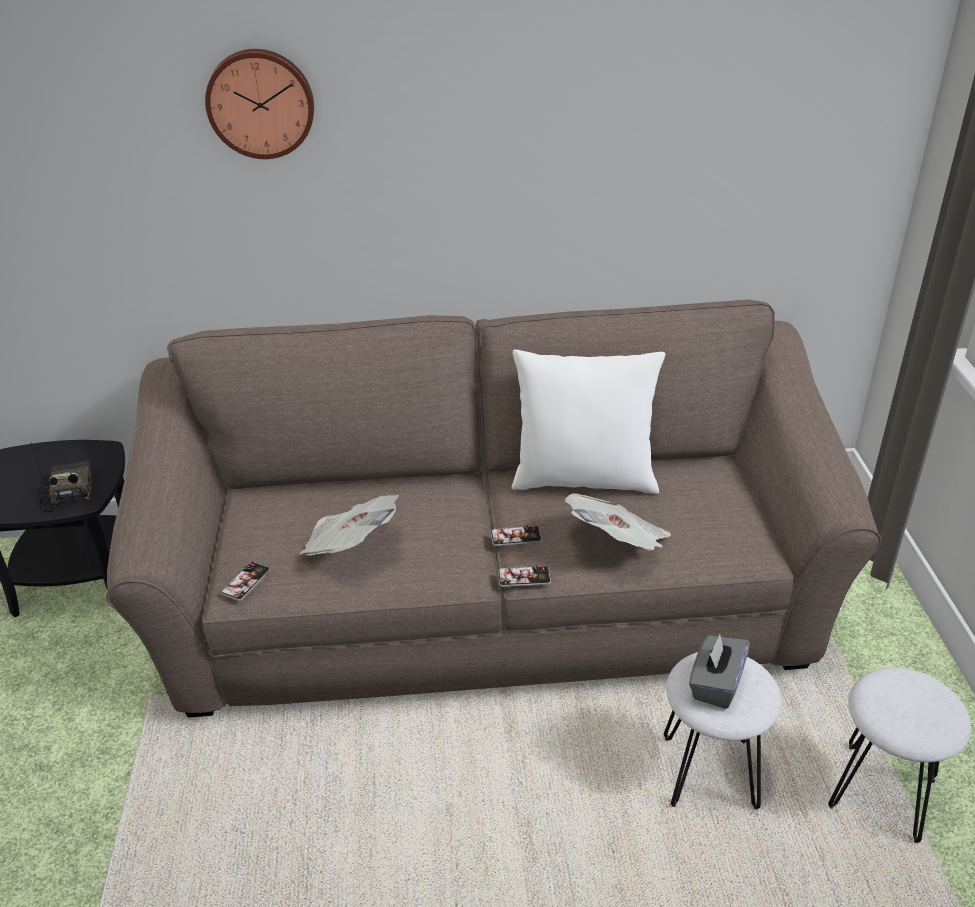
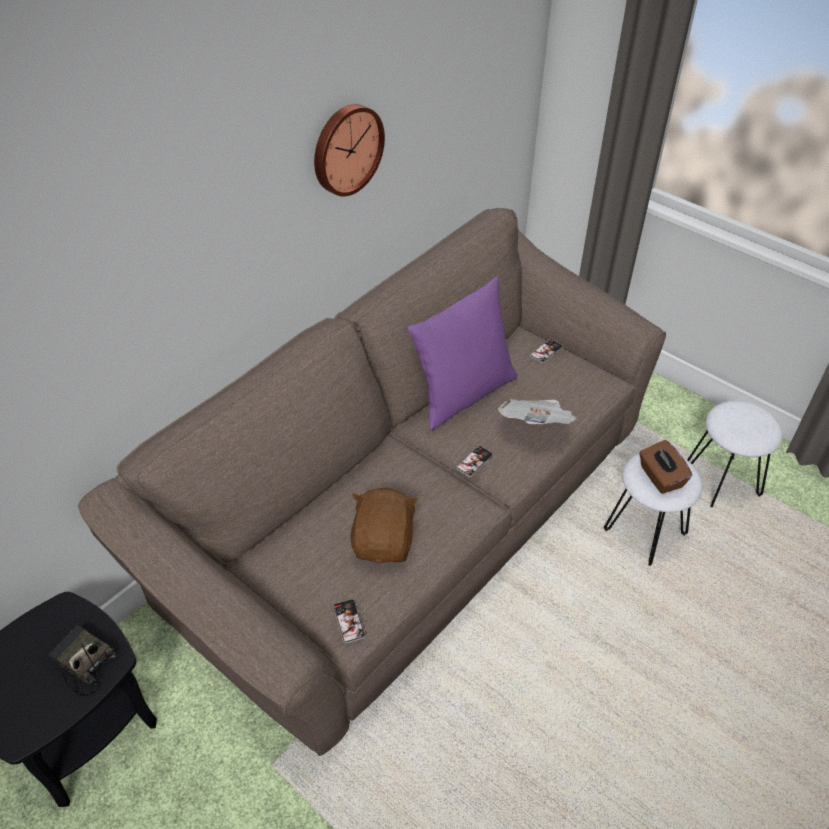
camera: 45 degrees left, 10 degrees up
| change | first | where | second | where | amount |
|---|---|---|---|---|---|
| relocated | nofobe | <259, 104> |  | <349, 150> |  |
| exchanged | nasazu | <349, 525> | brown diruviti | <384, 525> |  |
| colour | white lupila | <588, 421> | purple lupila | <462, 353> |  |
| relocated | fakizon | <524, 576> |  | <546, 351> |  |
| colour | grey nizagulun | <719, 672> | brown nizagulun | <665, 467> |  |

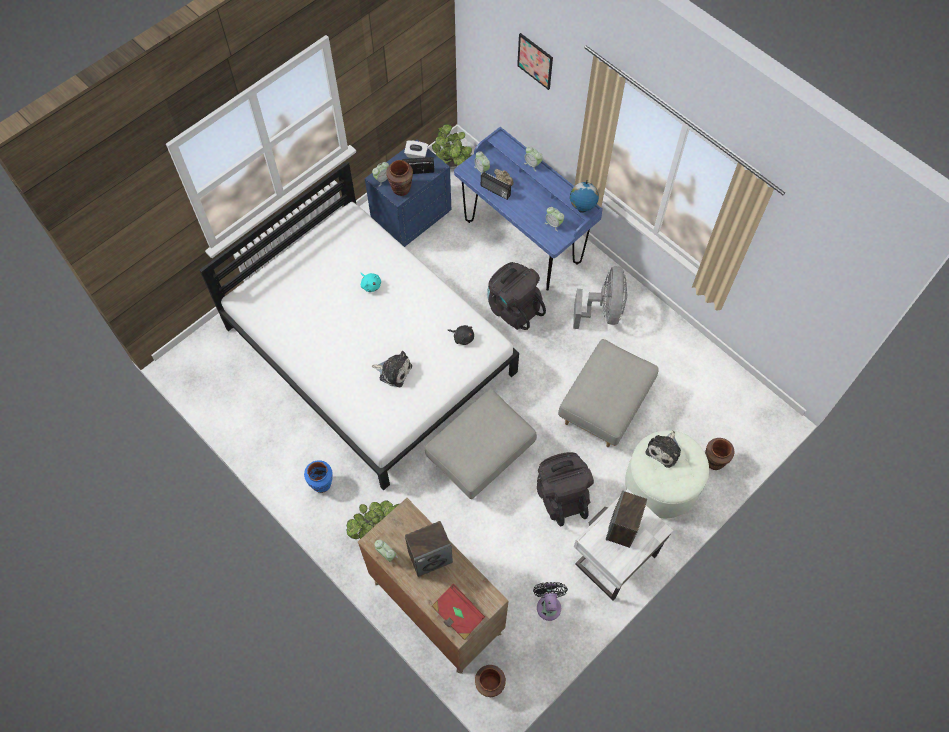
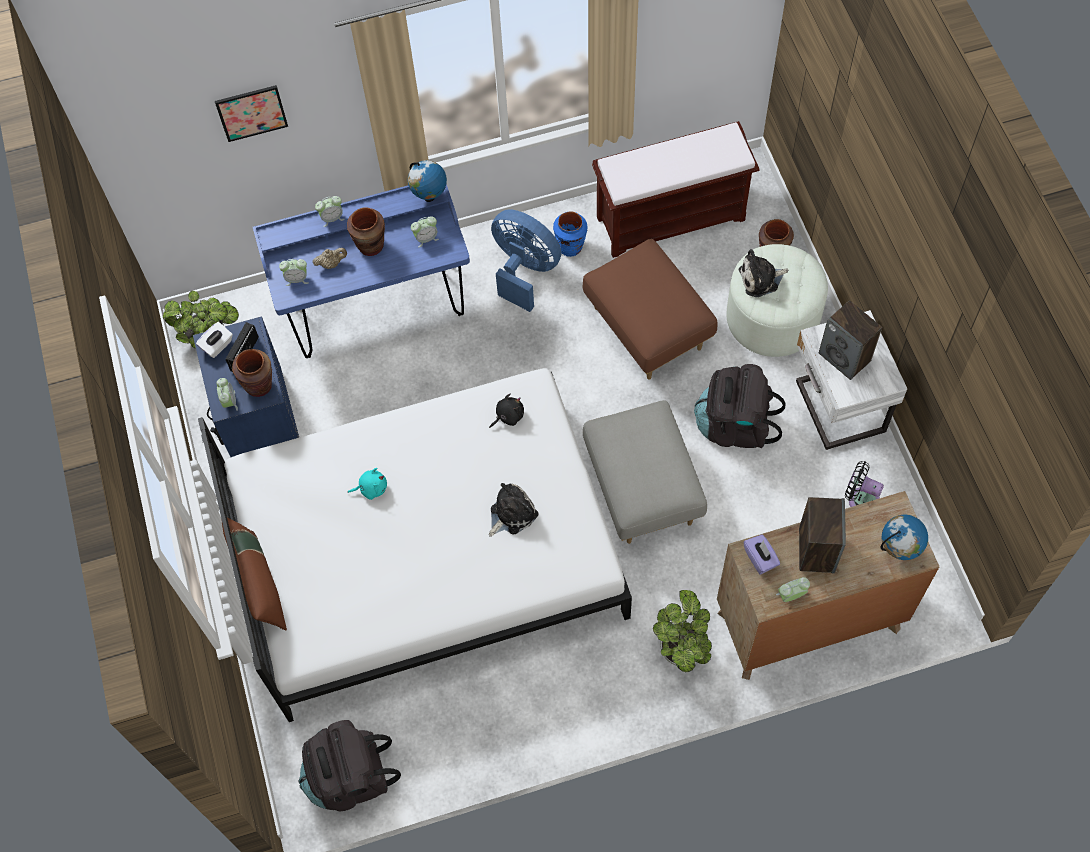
camera: 60 degrees left, 0 degrees up
| change | first | where | second | where | amount |
|---|---|---|---|---|---|
| appeared |  |  | brown lupila | <254, 573> |  |
| relocated | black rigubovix | <516, 296> |  | <350, 765> |  |
| relocated | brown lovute | <490, 681> |  | <366, 231> |  |
| colour | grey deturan | <600, 297> | blue deturan | <526, 261> |  |
| relocated | blue lovute | <318, 476> |  | <570, 234> |  |
| colour | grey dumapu | <608, 393> | brown dumapu | <650, 309> |  |
| appeared |  |  | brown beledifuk | <676, 189> |  |
| spun | diruviti | <663, 449> |  | <763, 273> | 105 degrees clockwise |
| appeared |  |  | purple nizagulun | <761, 554> |  |
| exchanged | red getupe | <458, 612> | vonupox | <904, 537> |  |
| missing | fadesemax | <496, 185> |  |  |  |

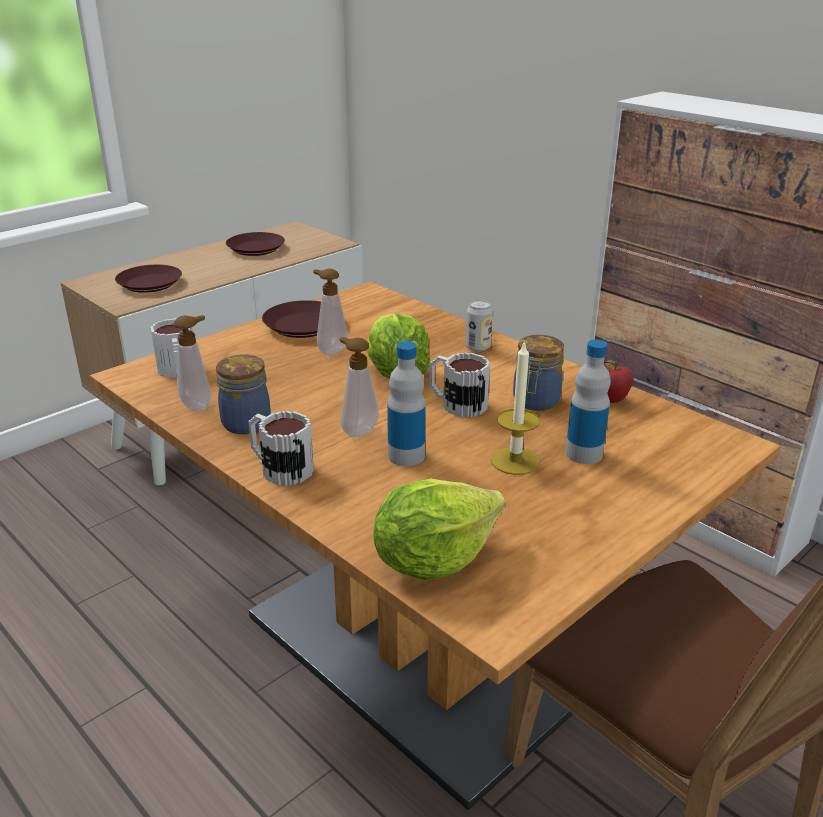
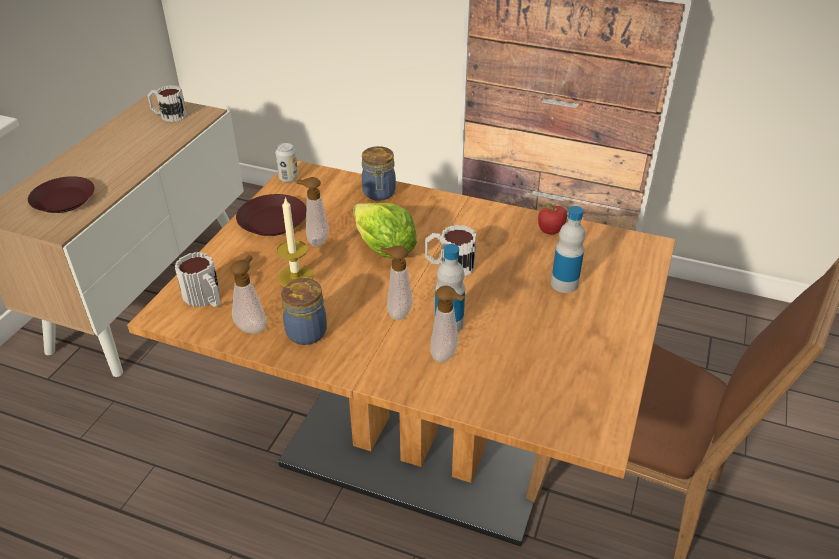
camera: 25 degrees left, 10 degrees up
| change | first | where | second | where | amount |
|---|---|---|---|---|---|
| relocated | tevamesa | <281, 448> |  | <167, 103> |  |
| relocated | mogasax | <479, 326> |  | <286, 162> |  |
| relocated | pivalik | <515, 407> |  | <295, 241> |  |
| relocated | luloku | <538, 373> |  | <379, 173> |  |
| appeared |  |  | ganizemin | <447, 324> |  |
| missing | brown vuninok | <255, 244> |  |  |  |
| missing | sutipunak | <439, 529> |  |  |  |

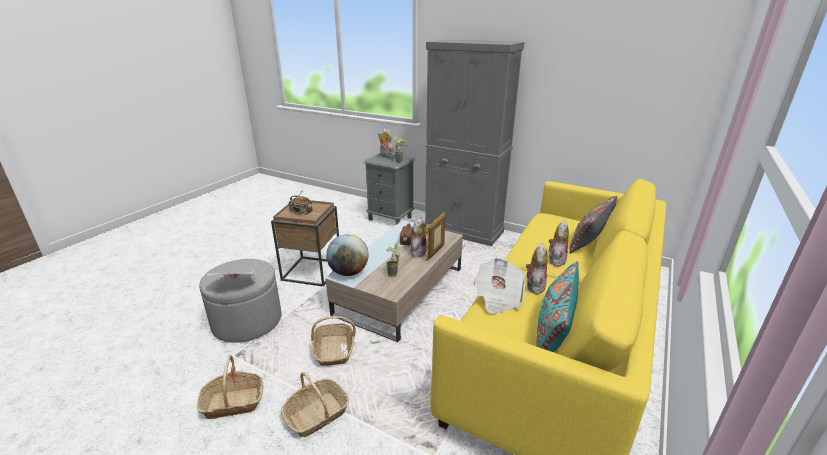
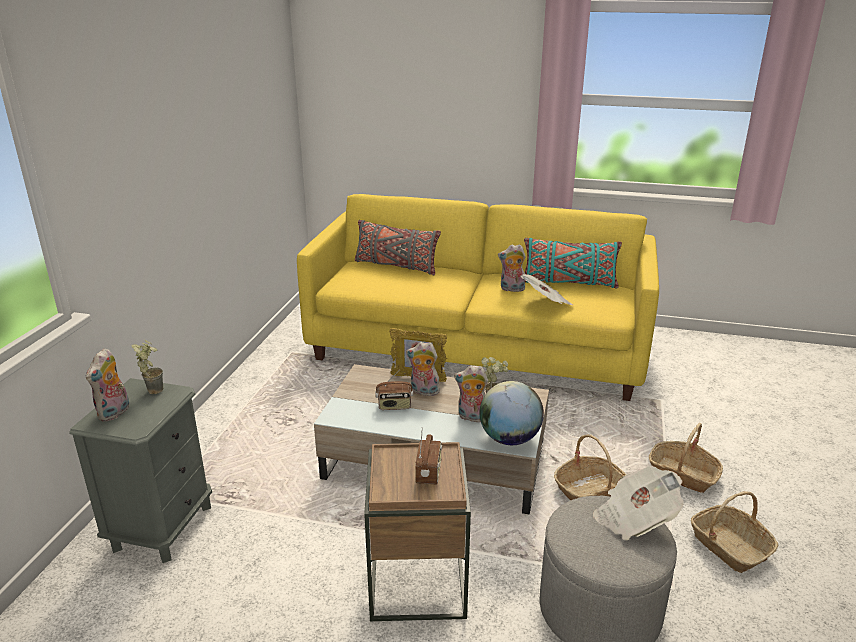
camera: 105 degrees left, 0 degrees up
| change | first | where | second | where | amount |
|---|---|---|---|---|---|
| relocated | diruviti | <559, 243> |  | <471, 393> |  |
| missing | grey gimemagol | <474, 142> |  |  |  |

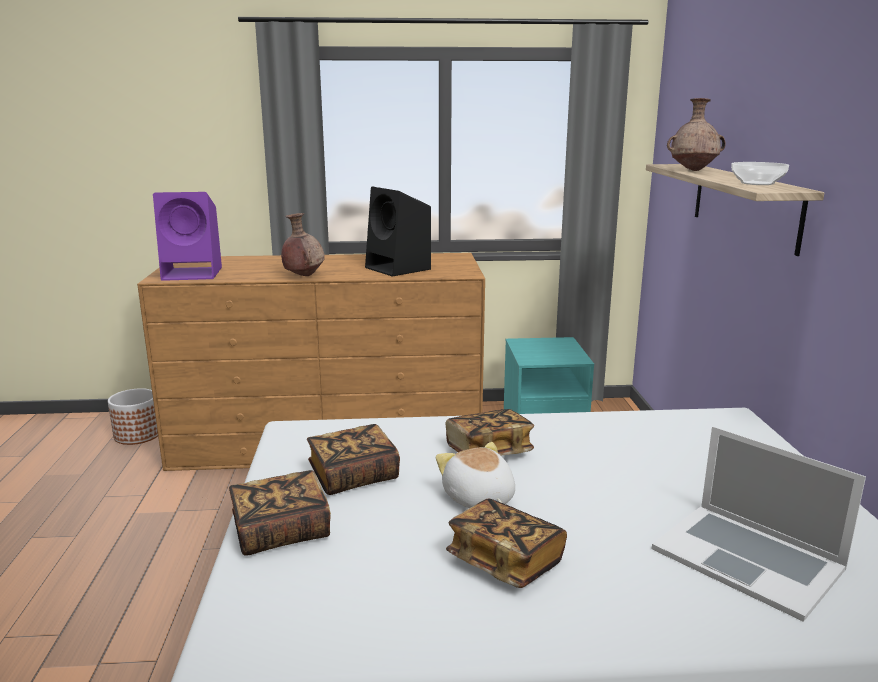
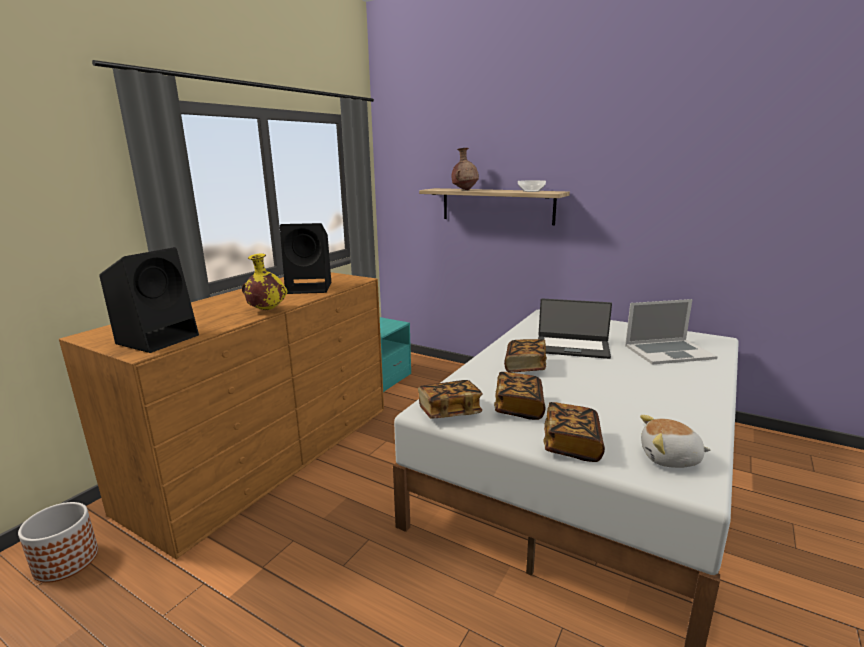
camera: 55 degrees left, 0 degrees up
| change | first | where | second | where | amount |
|---|---|---|---|---|---|
| colour | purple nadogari | <187, 236> | black nadogari | <149, 300> |  |
| colour | brown lovute | <303, 244> | yellow lovute | <265, 281> |  |
| relocated | getupe | <506, 543> |  | <450, 399> |  |
| appeared |  |  | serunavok | <575, 329> |  |
| relocated | diruviti | <475, 475> |  | <675, 441> |  |

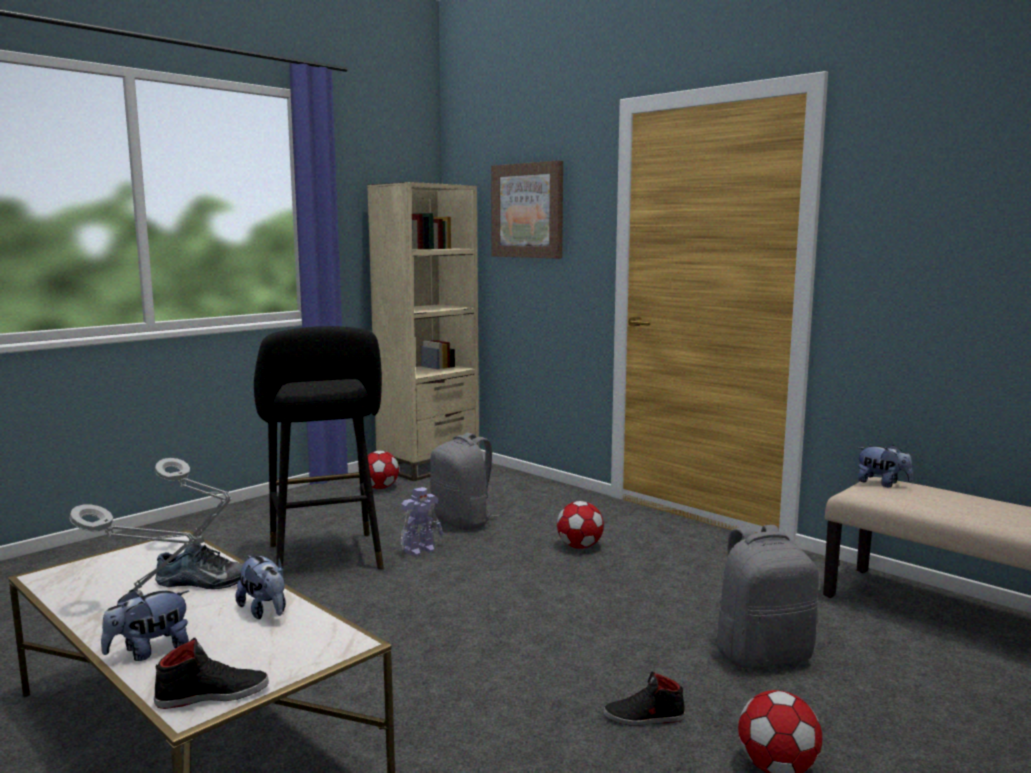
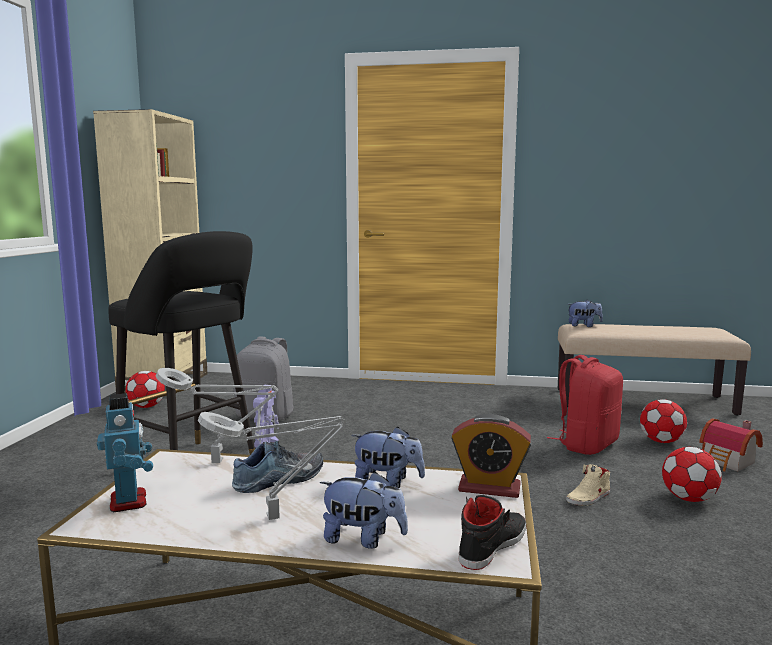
camera: 35 degrees left, 0 degrees up
| change | first | where | second | where | amount |
|---|---|---|---|---|---|
| appeared |  |  | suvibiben | <125, 452> |  |
| spun | diruviti | <145, 625> |  | <364, 510> | 90 degrees counterclockwise |
| appeared |  |  | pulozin | <491, 456> |  |
| colour | grey rigubovix | <767, 596> | red rigubovix | <585, 405> |  |
| colour | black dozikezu | <644, 698> | beige dozikezu | <588, 485> |  |
| relocated | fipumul | <580, 525> |  | <663, 421> |  |
| appeared |  |  | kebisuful | <731, 444> |  |
| missing | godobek | <527, 209> |  |  |  |

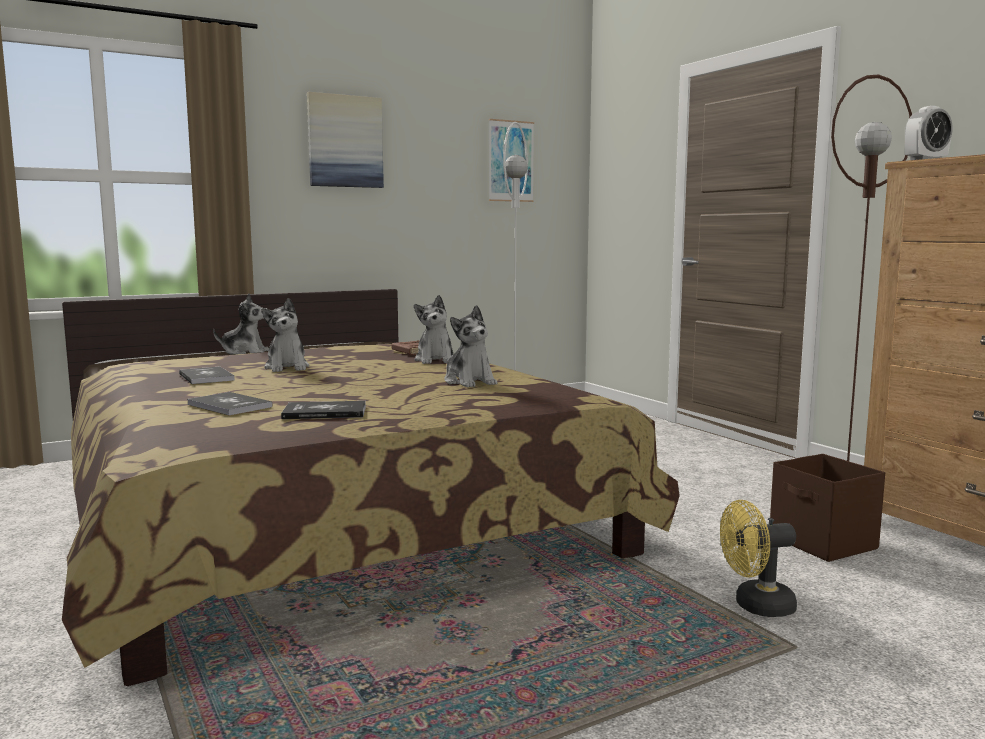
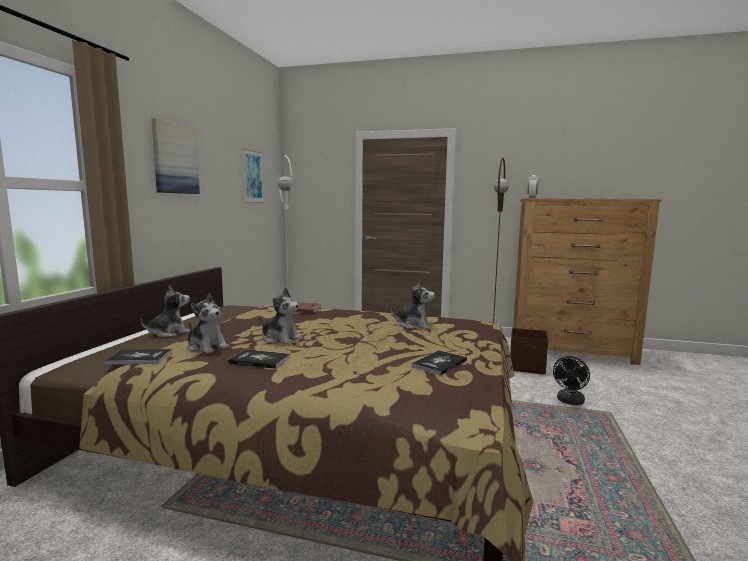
camera: 45 degrees left, 0 degrees up
| change | first | where | second | where | amount |
|---|---|---|---|---|---|
| relocated | getupe | <229, 403> |  | <138, 357> |  |
| relocated | diruviti | <433, 329> |  | <208, 323> |  |
| colour | yellow deturan | <758, 558> | black deturan | <571, 380> |  |

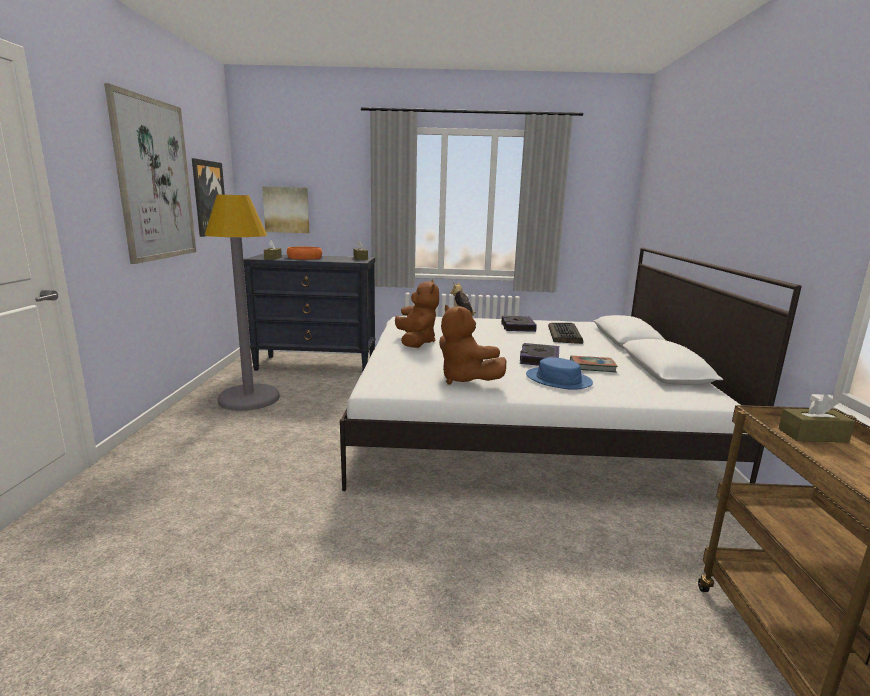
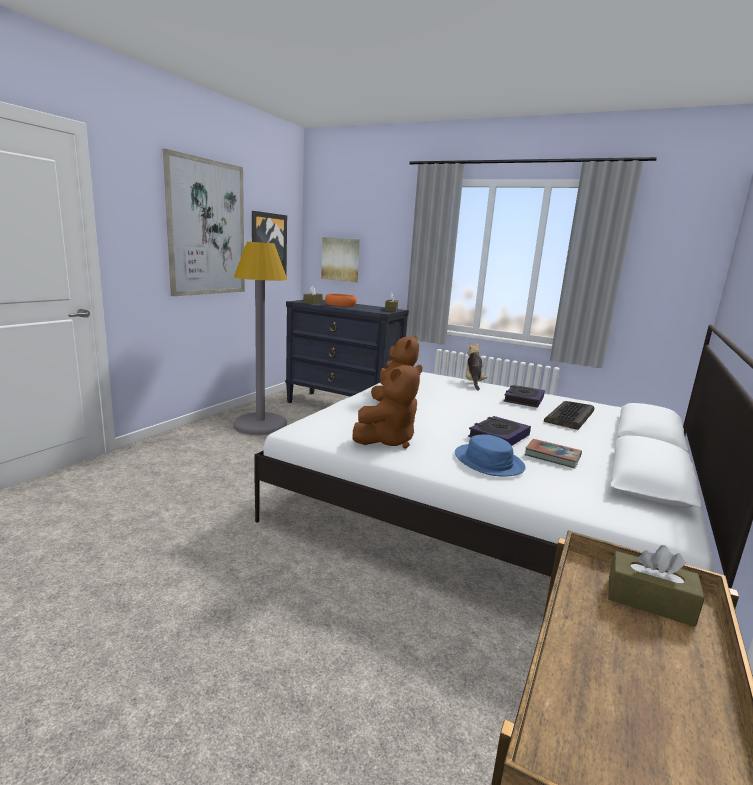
camera: 25 degrees right, 0 degrees up
| change | first | where | second | where | amount |
|---|---|---|---|---|---|
| spun | brown diruviti | <472, 345> |  | <387, 407> | 120 degrees counterclockwise |

